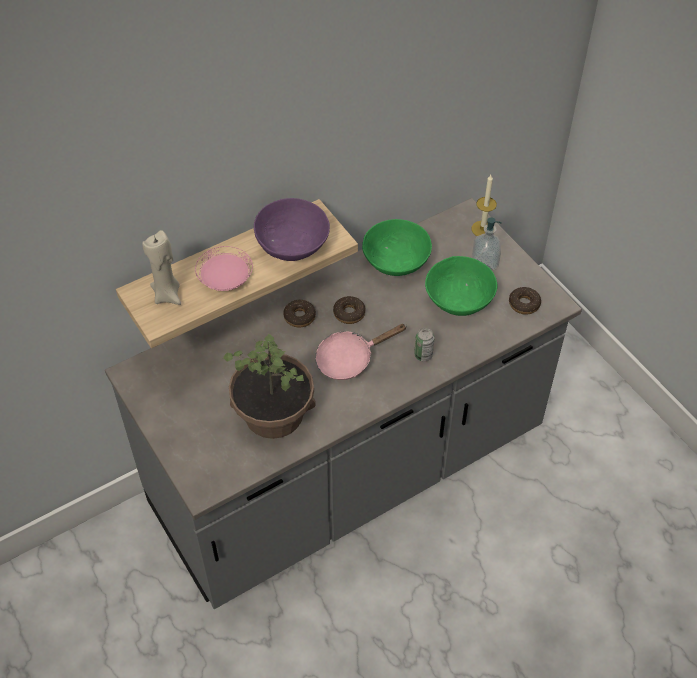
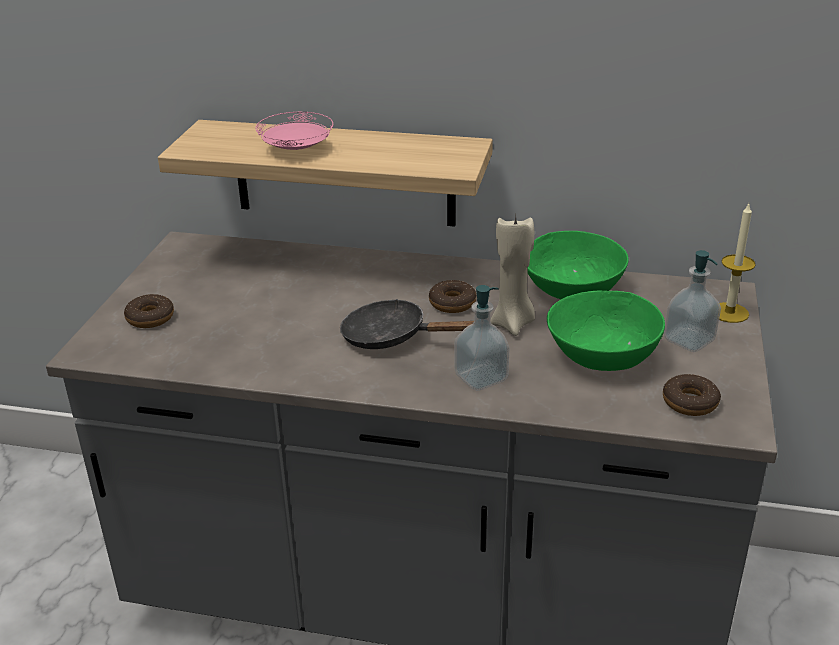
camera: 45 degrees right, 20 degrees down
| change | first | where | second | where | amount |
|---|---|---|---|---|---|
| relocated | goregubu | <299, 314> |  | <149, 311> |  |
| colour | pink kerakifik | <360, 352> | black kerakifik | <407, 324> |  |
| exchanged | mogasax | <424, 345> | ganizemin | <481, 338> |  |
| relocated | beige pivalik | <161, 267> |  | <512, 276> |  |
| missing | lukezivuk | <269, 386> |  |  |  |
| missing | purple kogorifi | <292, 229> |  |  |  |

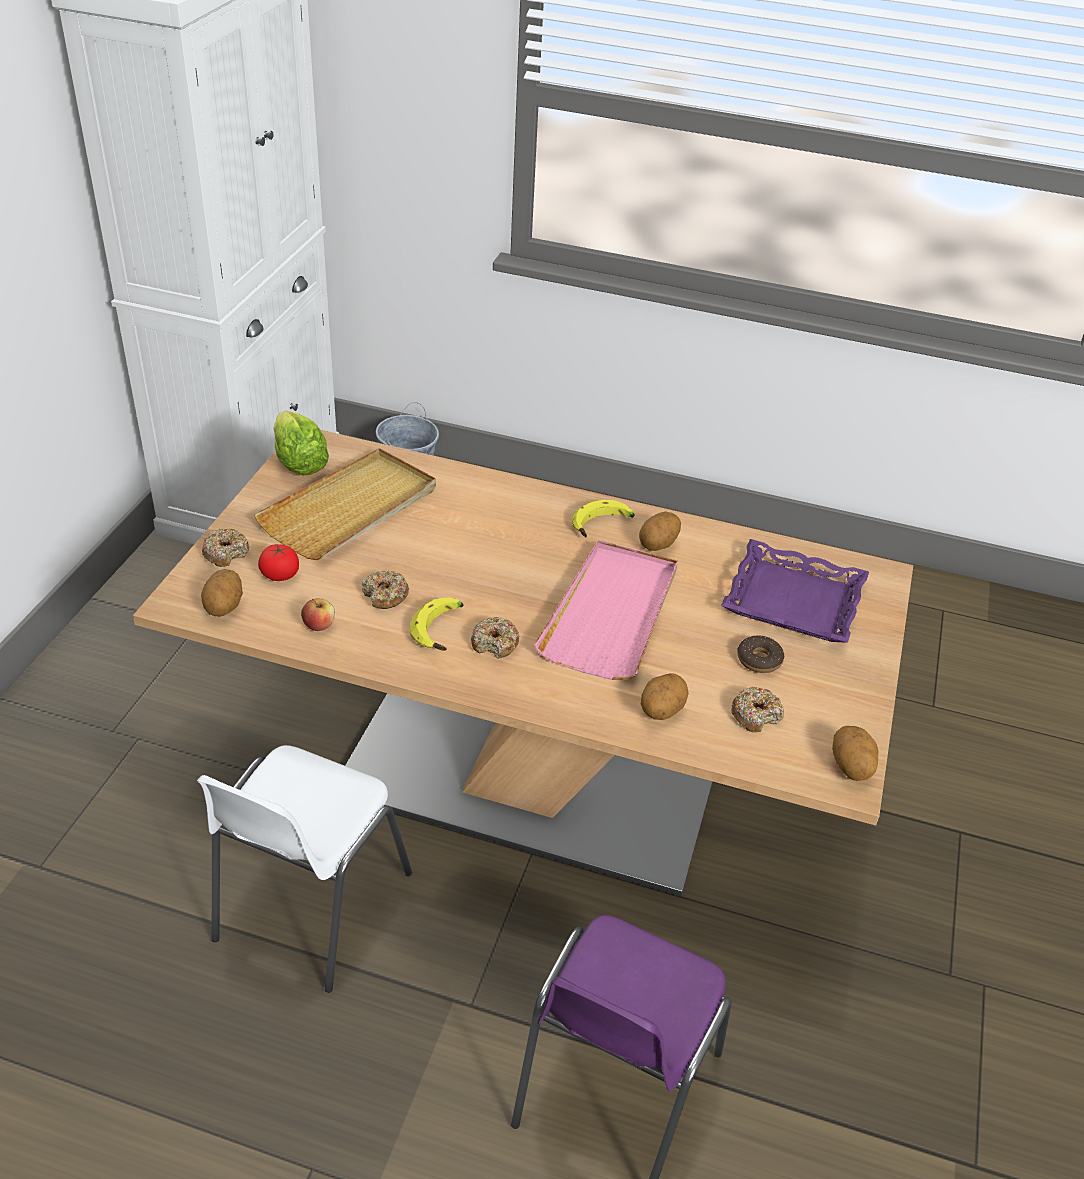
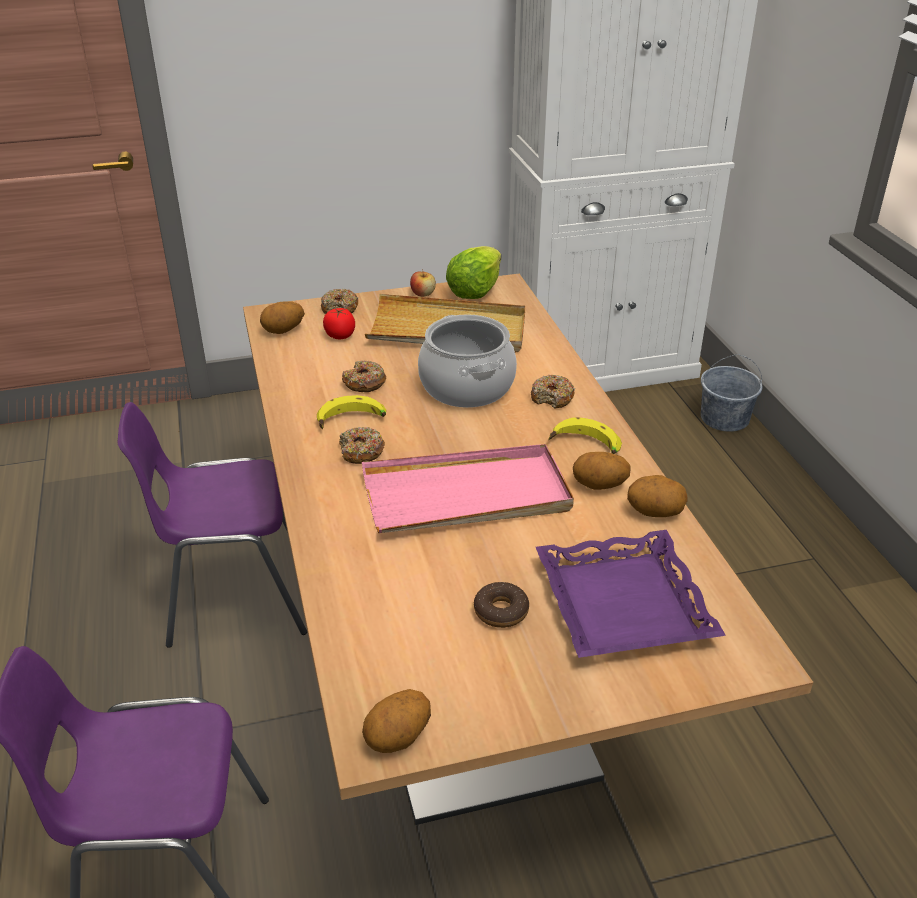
camera: 60 degrees right, 5 degrees down
| change | first | where | second | where | amount |
|---|---|---|---|---|---|
| colour | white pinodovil | <304, 869> | purple pinodovil | <212, 525> |  |
| relocated | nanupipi | <318, 614> |  | <423, 283> |  |
| appeared |  |  | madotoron | <467, 361> |  |
| relocated | goregubu | <758, 709> |  | <553, 392> |  |
| relocated | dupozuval | <665, 696> |  | <657, 496> |  |

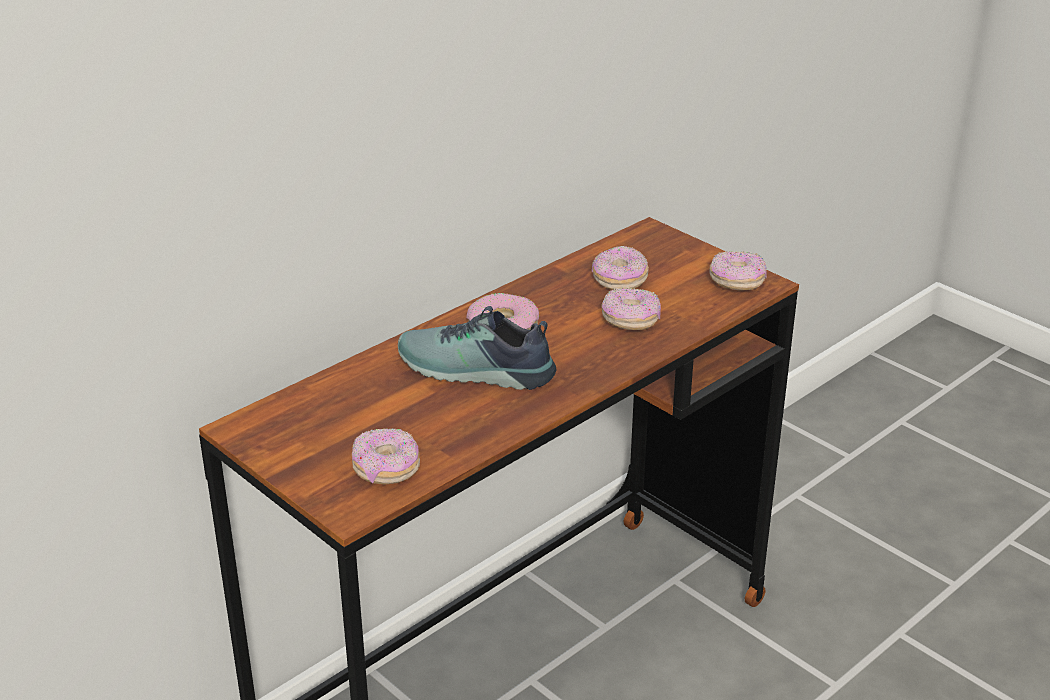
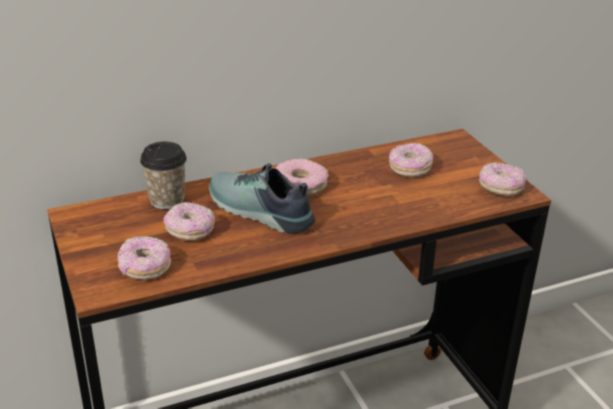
camera: 20 degrees right, 0 degrees up
| change | first | where | second | where | amount |
|---|---|---|---|---|---|
| appeared |  |  | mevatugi | <163, 175> |  |
| relocated | goregubu | <631, 309> |  | <189, 221> |  |

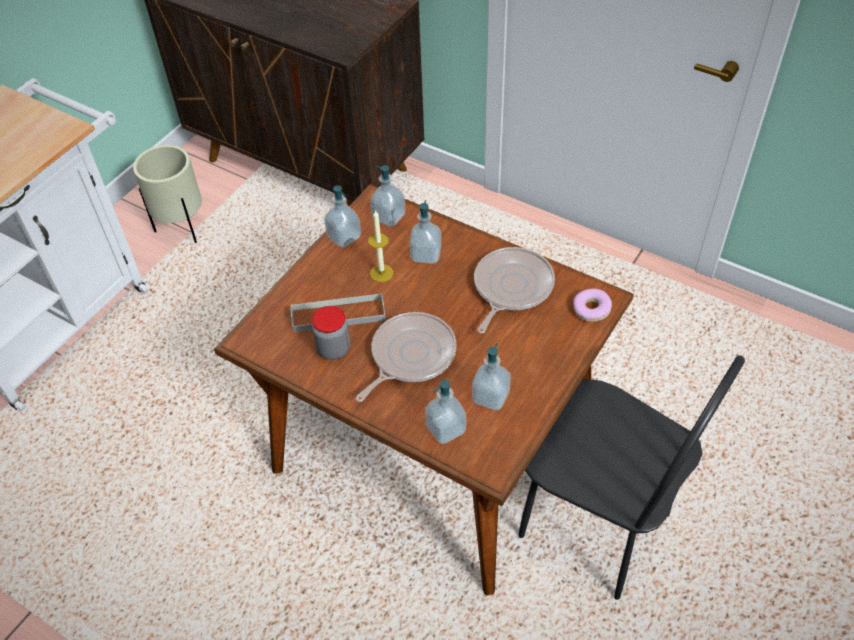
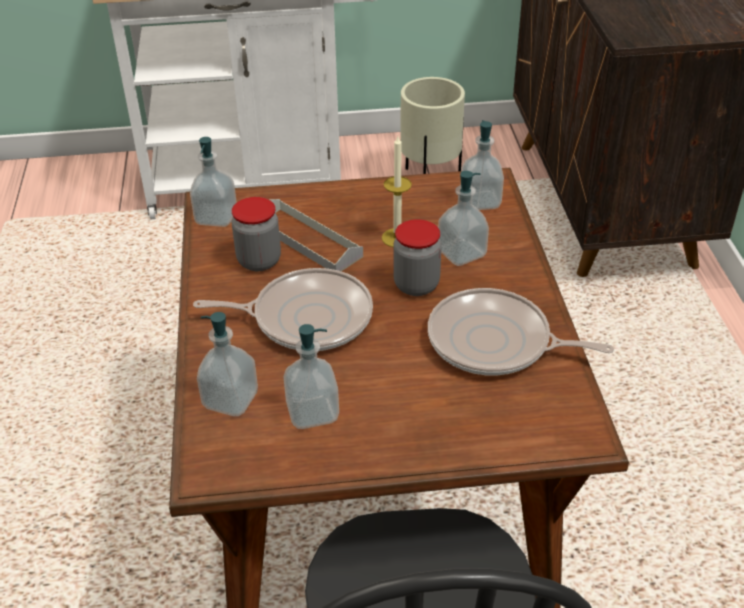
camera: 50 degrees right, 10 degrees down
| change | first | where | second | where | amount |
|---|---|---|---|---|---|
| relocated | ganizemin | <342, 216> |  | <213, 182> |  |
| appeared |  |  | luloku | <417, 257> |  |
| spun | kerakifik | <514, 290> |  | <521, 332> | 150 degrees counterclockwise |
| missing | goregubu | <592, 305> |  |  |  |

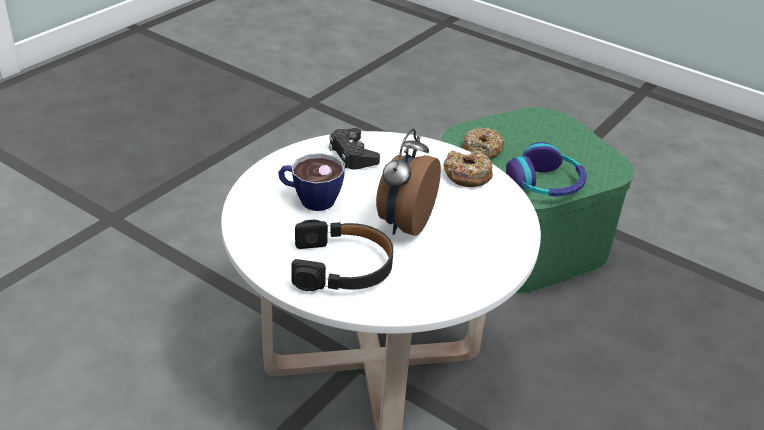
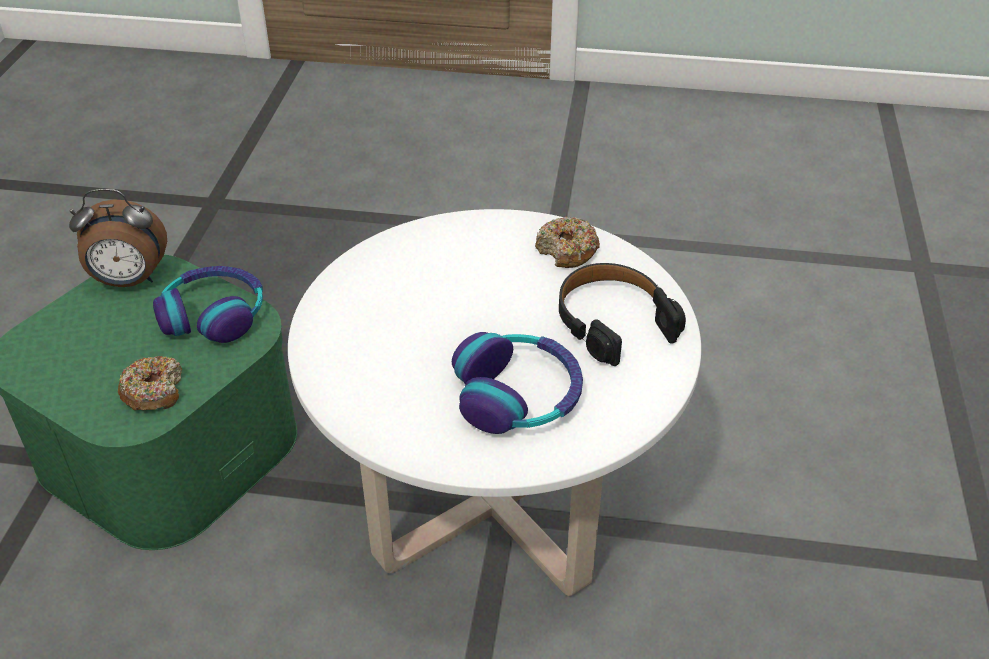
camera: 115 degrees left, 5 degrees up
| change | first | where | second | where | amount |
|---|---|---|---|---|---|
| relocated | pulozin | <408, 182> |  | <118, 238> |  |
| exchanged | mevatugi | <311, 182> | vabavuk | <517, 383> |  |
| relocated | goregubu | <468, 168> |  | <567, 242> |  |
| missing | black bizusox | <354, 148> |  |  |  |

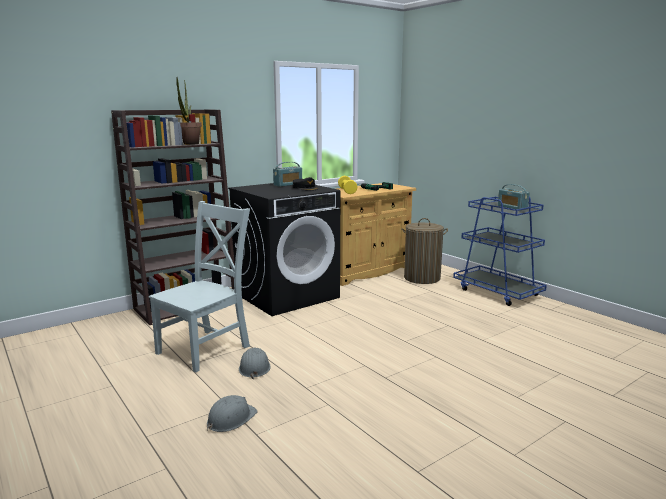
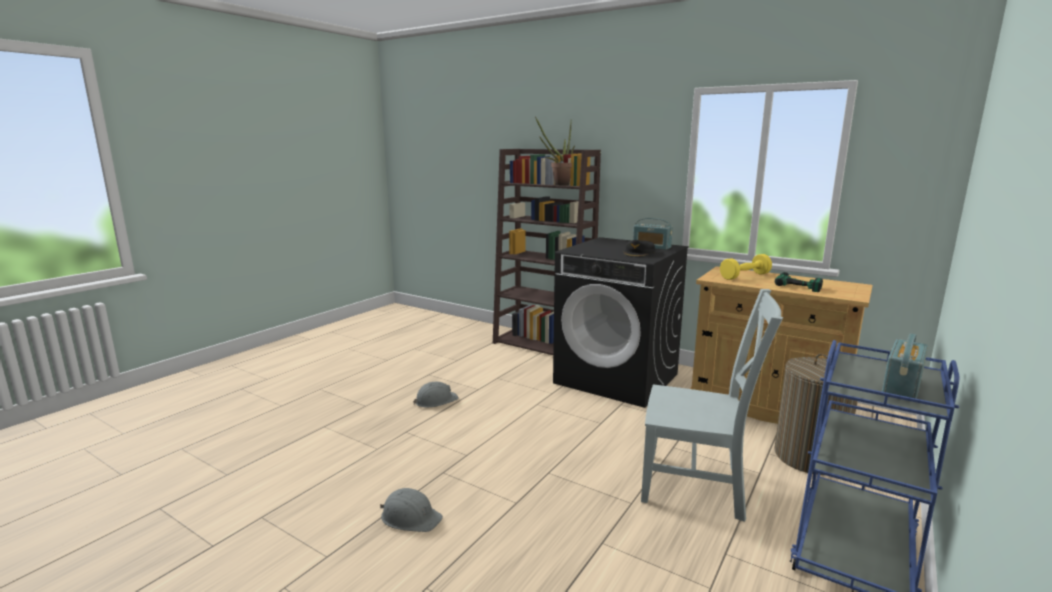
camera: 70 degrees right, 0 degrees up
| change | first | where | second | where | amount |
|---|---|---|---|---|---|
| relocated | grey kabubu | <232, 413> |  | <411, 510> |  |
| relocated | grey pinodovil | <199, 287> |  | <712, 405> |  |

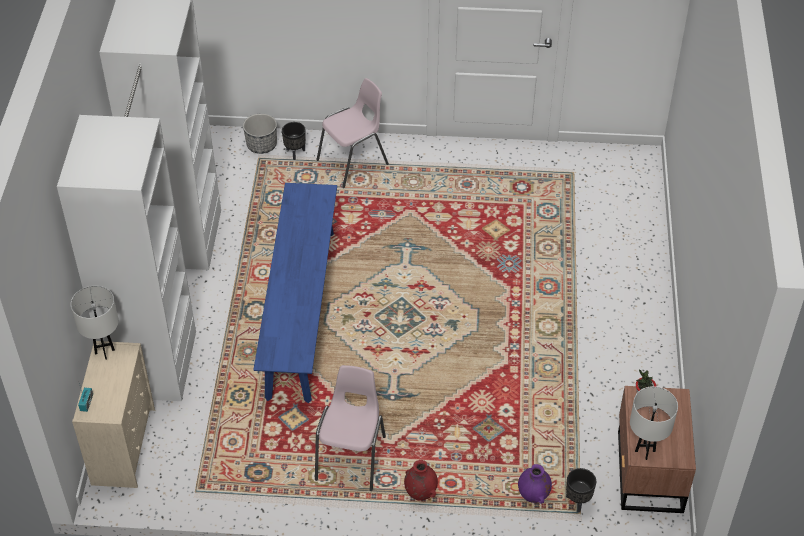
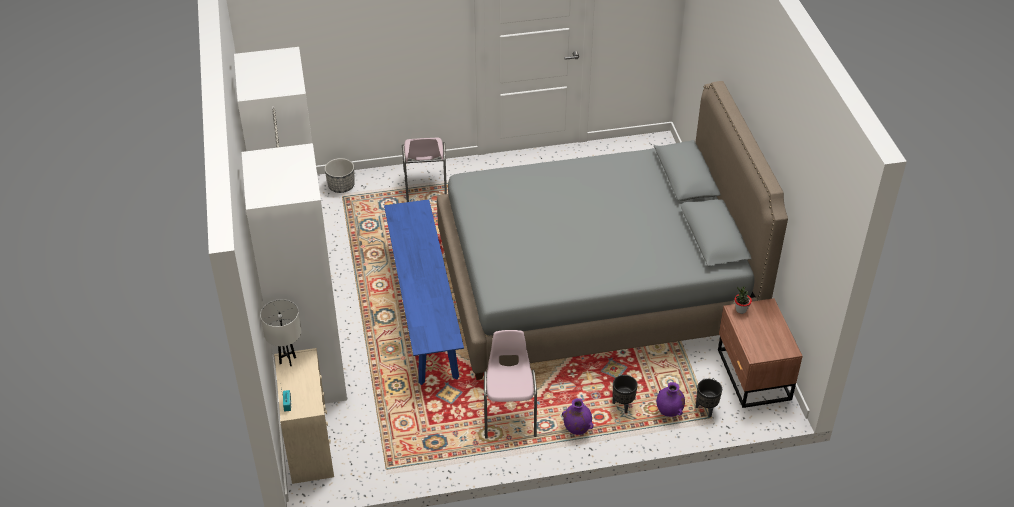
camera: 15 degrees left, 5 degrees down
| change | first | where | second | where | amount |
|---|---|---|---|---|---|
| spun | pink pinodovil | <352, 133> |  | <424, 170> | 135 degrees clockwise |
| appeared |  |  | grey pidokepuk | <612, 230> |  |
| colour | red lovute | <421, 480> | purple lovute | <578, 416> |  |
| relocated | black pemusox | <294, 141> |  | <625, 394> |  |
| missing | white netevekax | <654, 423> |  |  |  |

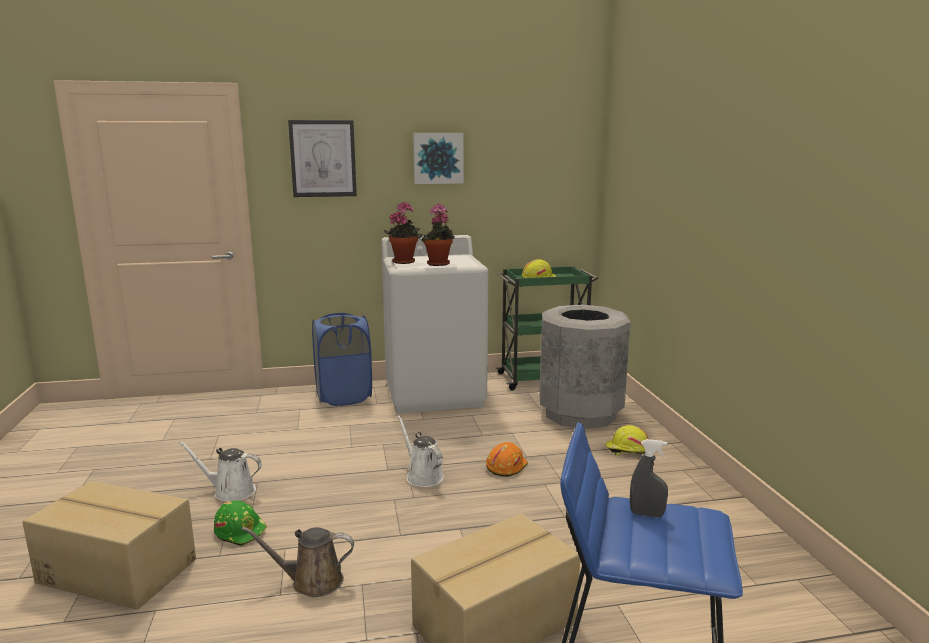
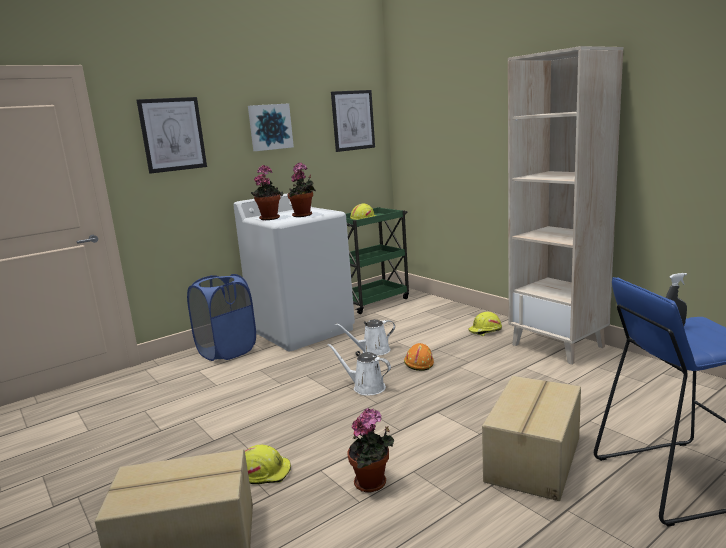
camera: 25 degrees left, 0 degrees up
| change | first | where | second | where | amount |
|---|---|---|---|---|---|
| colour | green kabubu | <240, 523> | yellow kabubu | <268, 464> |  |
| appeared |  |  | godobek | <353, 121> |  |
| relocated | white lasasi | <220, 471> |  | <365, 337> |  |
| exchanged | brown lasasi | <297, 562> | lukezivuk | <371, 450> |  |
| appeared |  |  | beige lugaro | <565, 205> |  |
| missing | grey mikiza | <585, 367> |  |  |  |

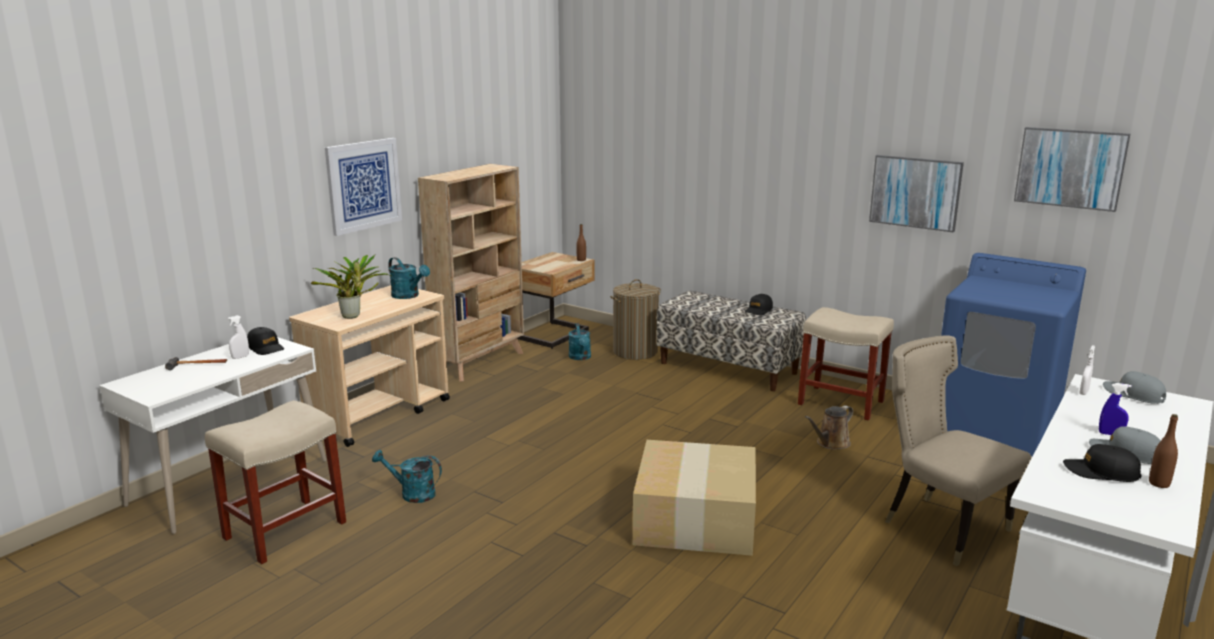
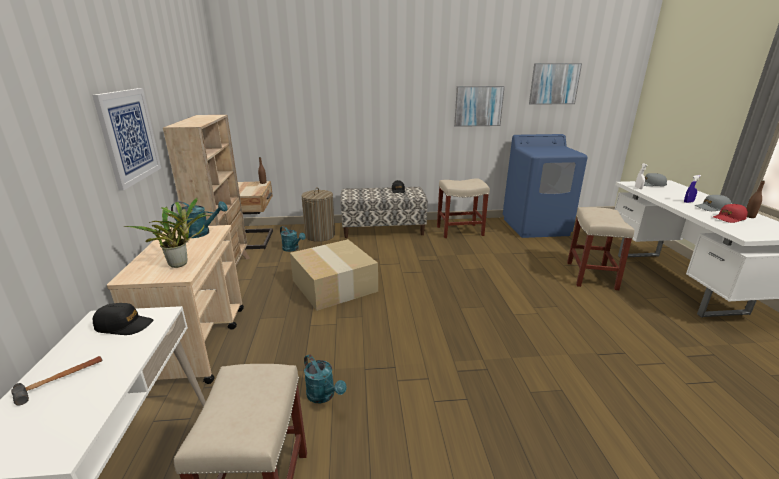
camera: 40 degrees left, 5 degrees up
| change | first | where | second | where | amount |
|---|---|---|---|---|---|
| relocated | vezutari | <694, 498> |  | <334, 275> |  |
| spun | turquoise lasasi | <407, 476> |  | <325, 378> | 105 degrees counterclockwise |
| exchanged | beige pinodovil | <958, 450> | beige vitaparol | <600, 248> |  |
| colour | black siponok | <1102, 463> | red siponok | <730, 213> |  |
| missing | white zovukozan | <238, 337> |  |  |  |
| missing | brown lasasi | <829, 427> |  |  |  |

